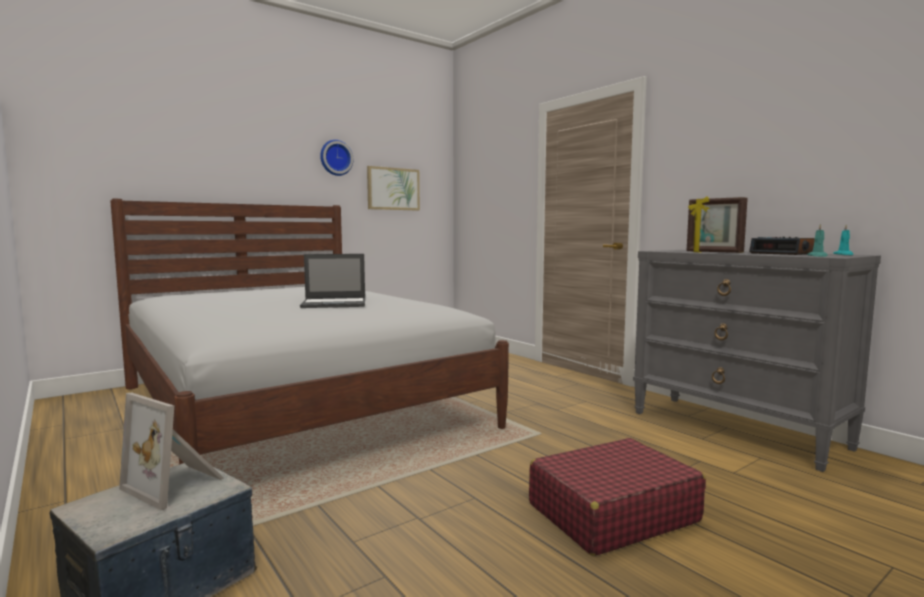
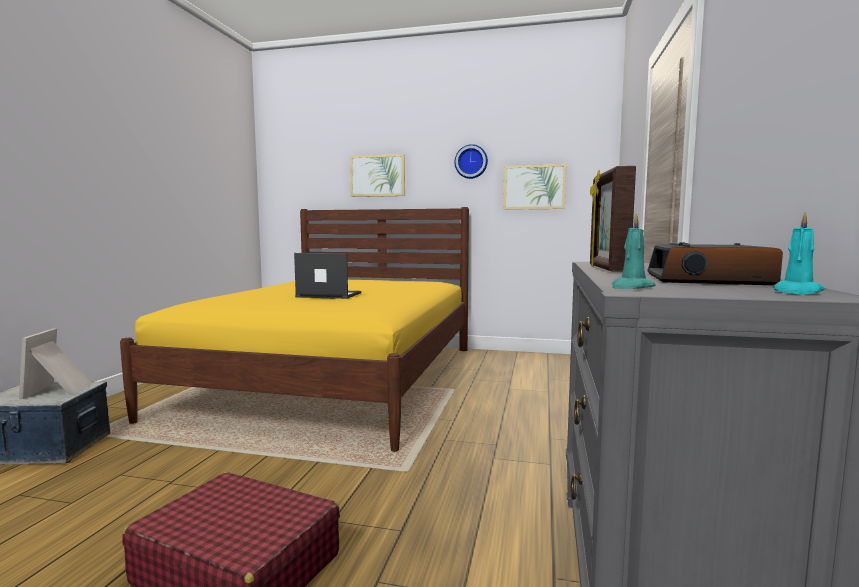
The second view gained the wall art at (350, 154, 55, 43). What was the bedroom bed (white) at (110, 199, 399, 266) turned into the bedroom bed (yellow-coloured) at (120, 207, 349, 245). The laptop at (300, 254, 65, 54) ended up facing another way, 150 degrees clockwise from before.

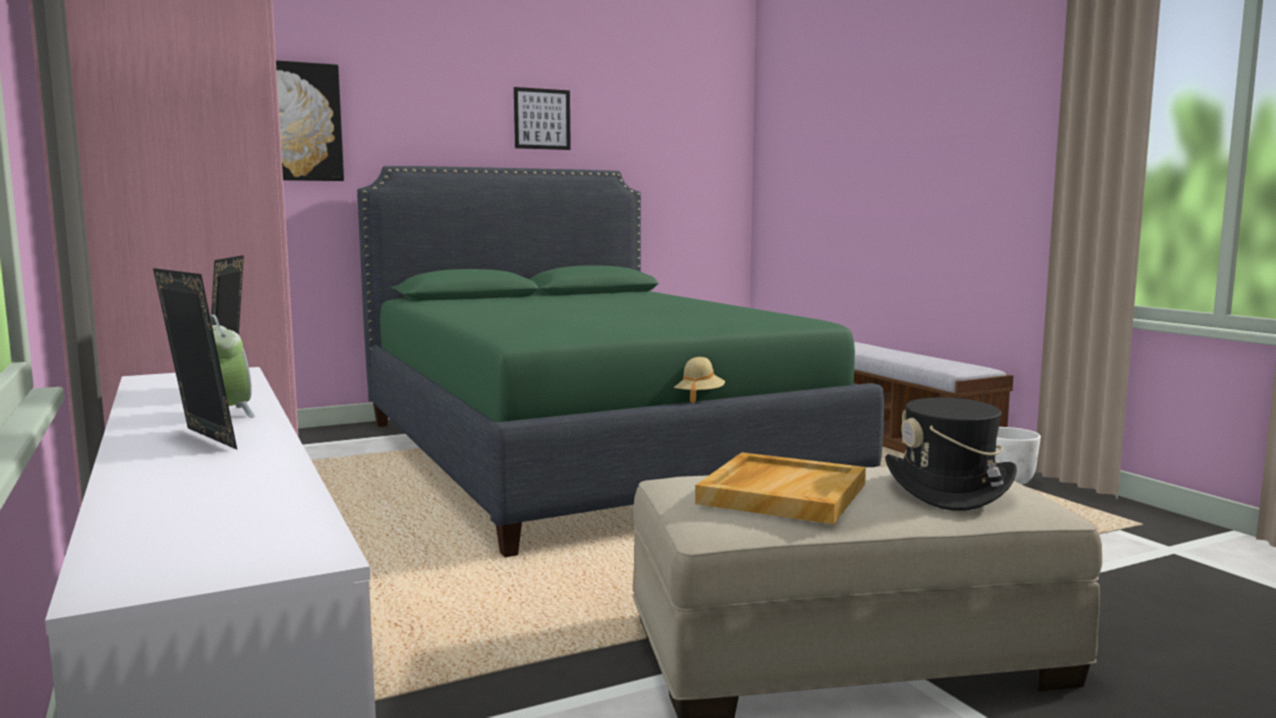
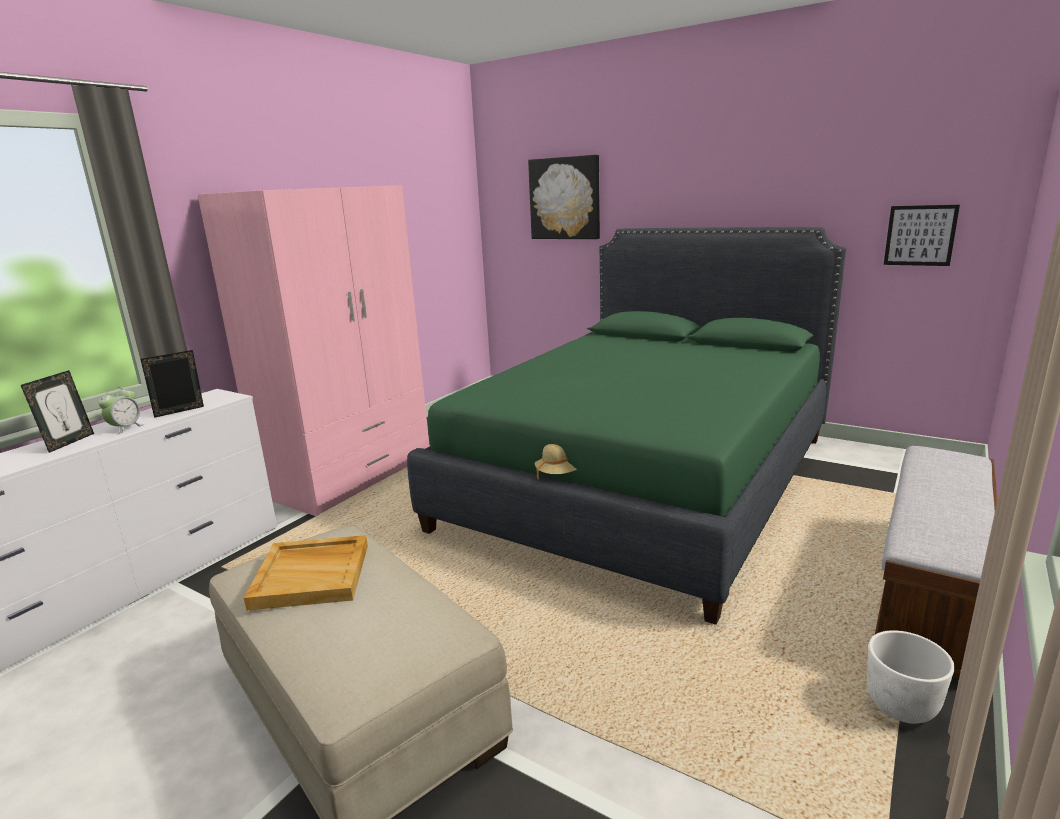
The second view lost the wearable hat (black-coloured) at (885, 398, 132, 113). The wall art ended up elsewhere, having gone from (514, 87, 57, 63) to (884, 205, 76, 61).

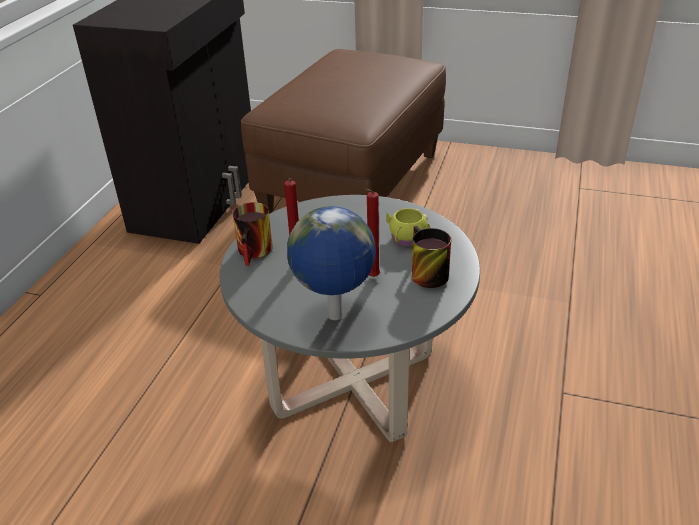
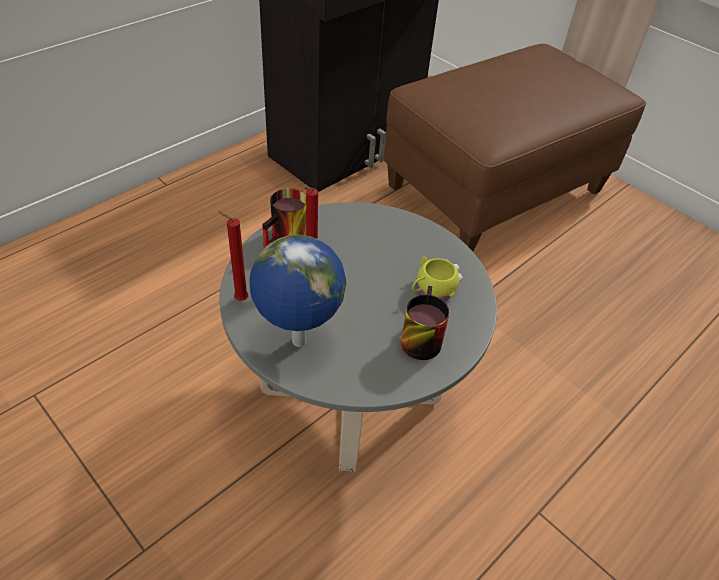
The wax light (red-coloured) ended up elsewhere, having gone from (362, 188, 18, 89) to (218, 211, 30, 90).

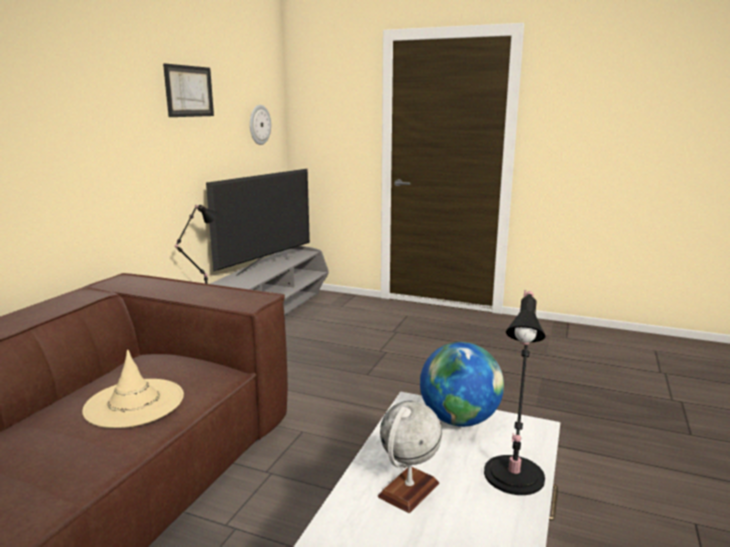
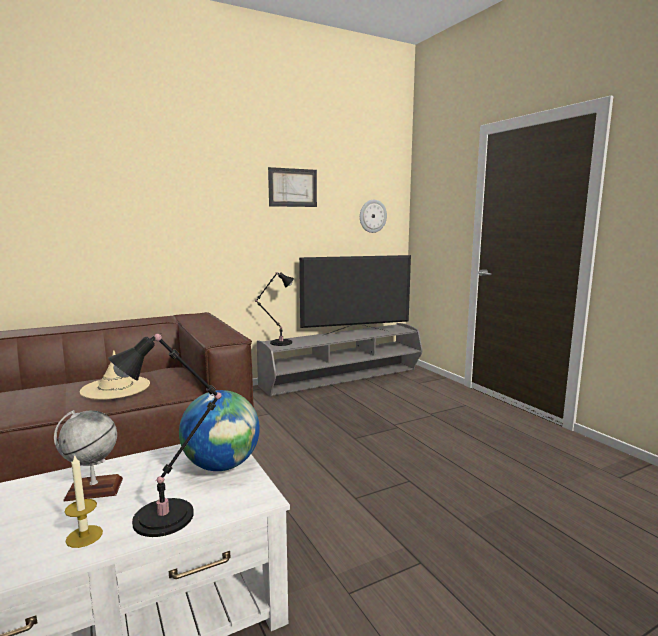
The second view gained the wax light at (65, 454, 38, 94).

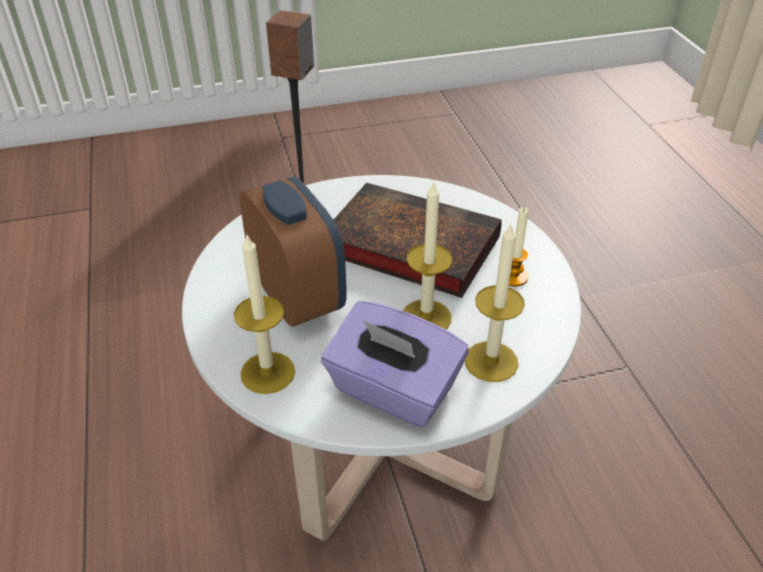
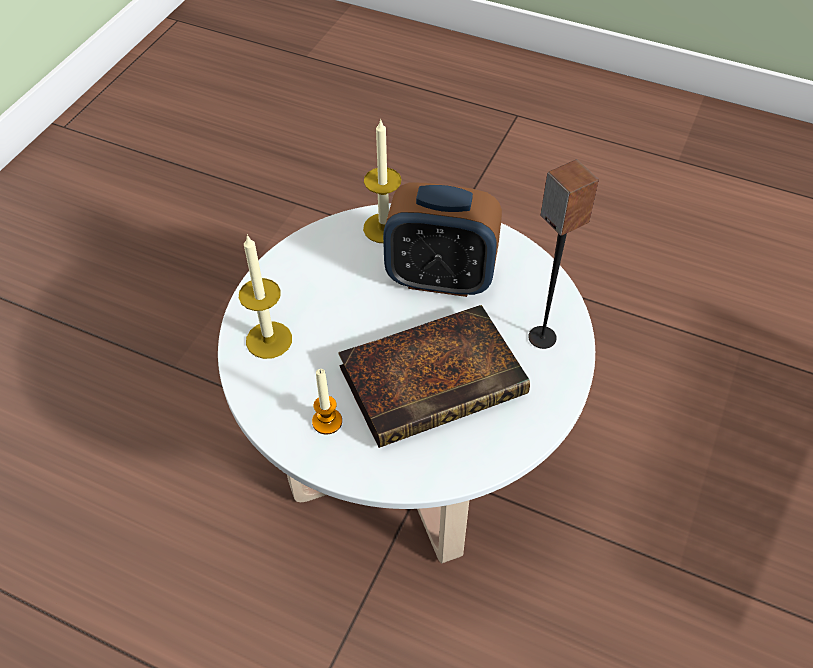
The second view lost the tissue box (purple) at (321, 301, 148, 126). The second view lost the wax light at (403, 182, 49, 148).

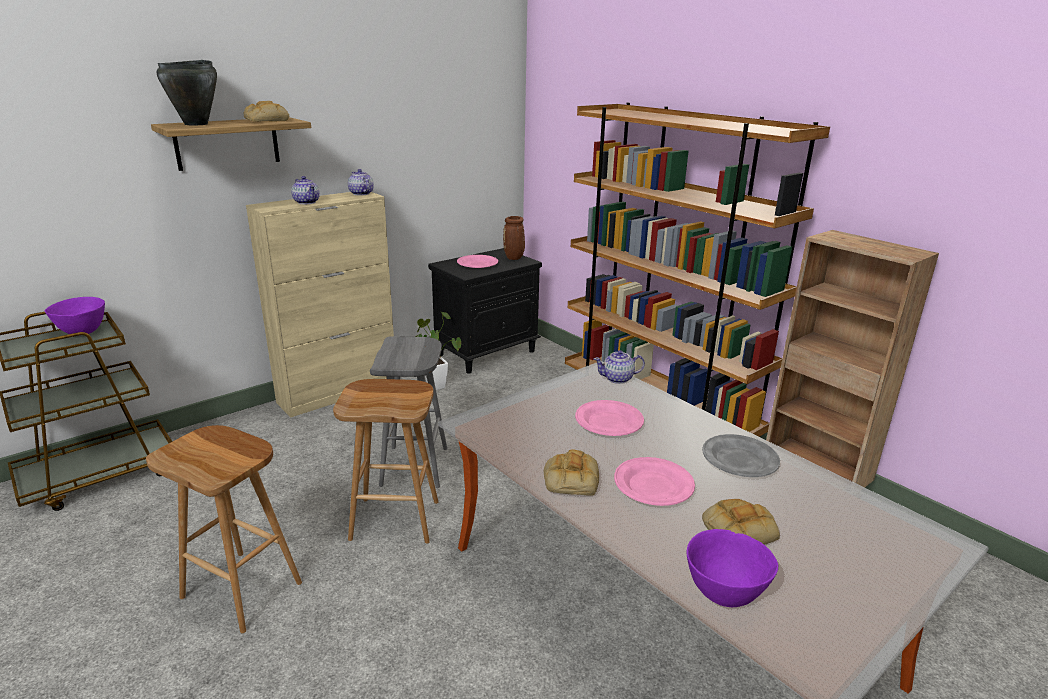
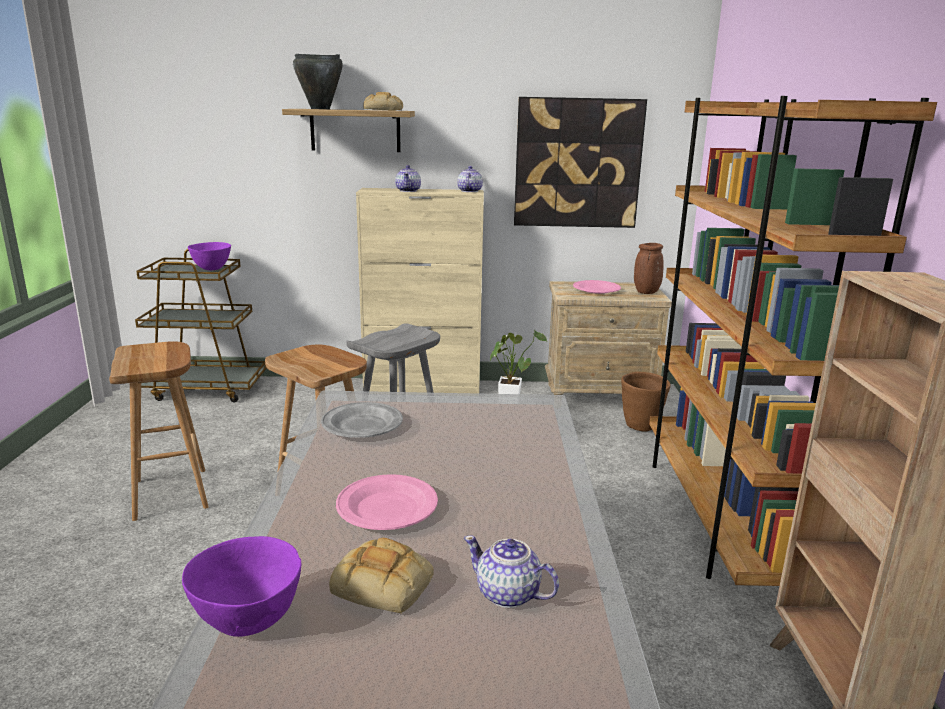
The second view lost the bakery bread at (544, 449, 55, 47). The second view lost the plate (pink-coloured) at (575, 400, 69, 36). The second view gained the wall art at (514, 97, 133, 131). The second view gained the planter (brown-coloured) at (621, 372, 50, 60). The pot for tea ended up elsewhere, having gone from (594, 350, 51, 34) to (464, 536, 95, 72). The plate (gray) ended up elsewhere, having gone from (702, 434, 78, 43) to (321, 402, 82, 36). What was the nightstand (black-coloured) at (428, 248, 114, 126) turned into the nightstand (sand-coloured) at (545, 281, 127, 114).

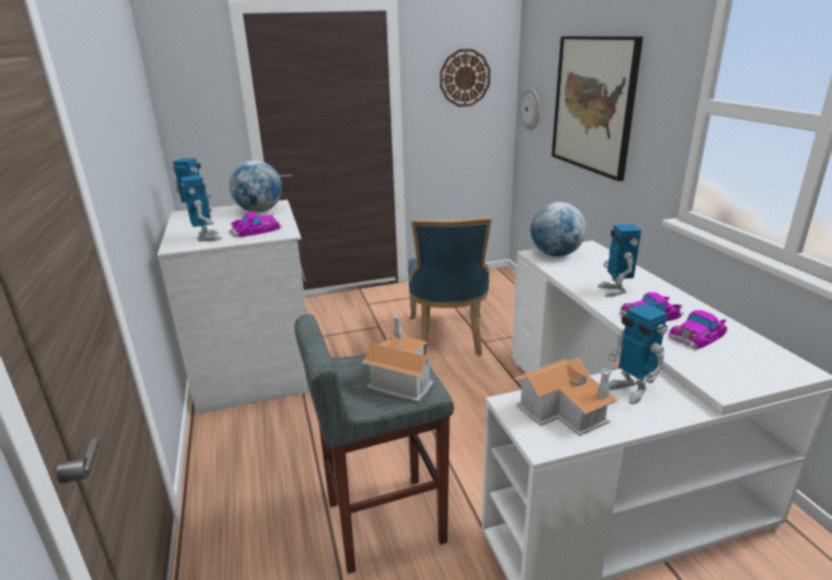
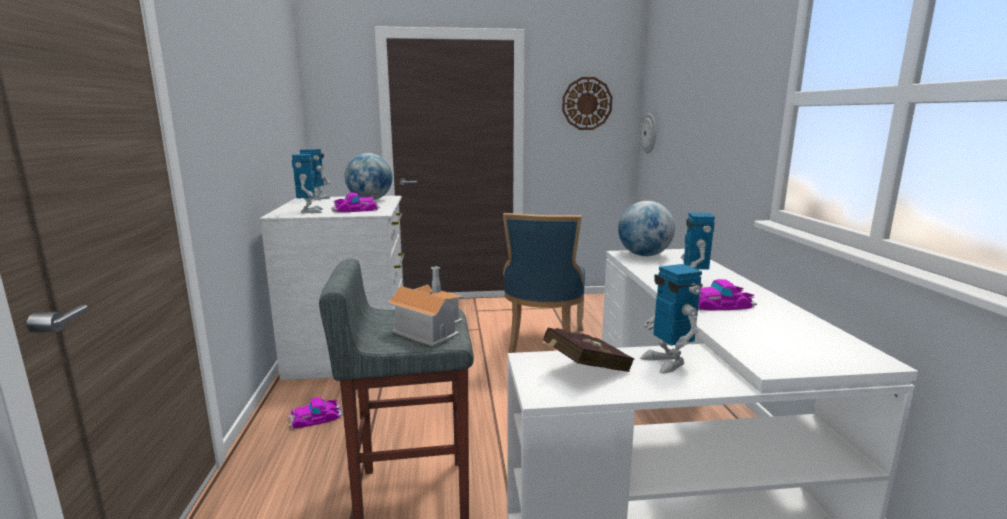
The second view lost the wall art at (552, 36, 91, 145). The toy car ended up elsewhere, having gone from (669, 310, 59, 40) to (288, 397, 55, 32). Where the toy house stood at (514, 358, 103, 78), the book (red-coloured) came to stand at (544, 327, 90, 45).

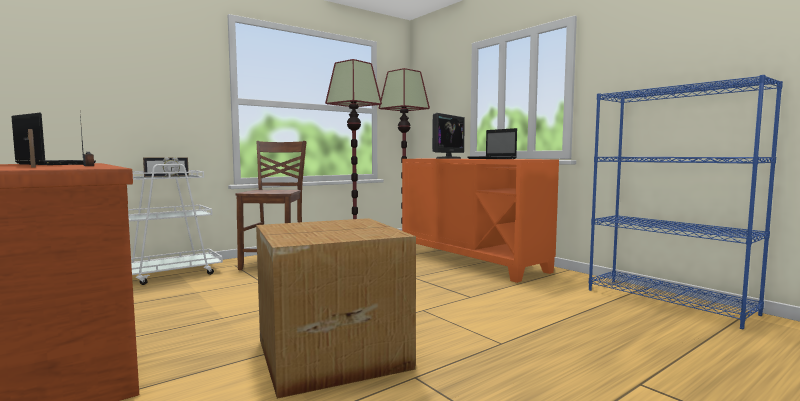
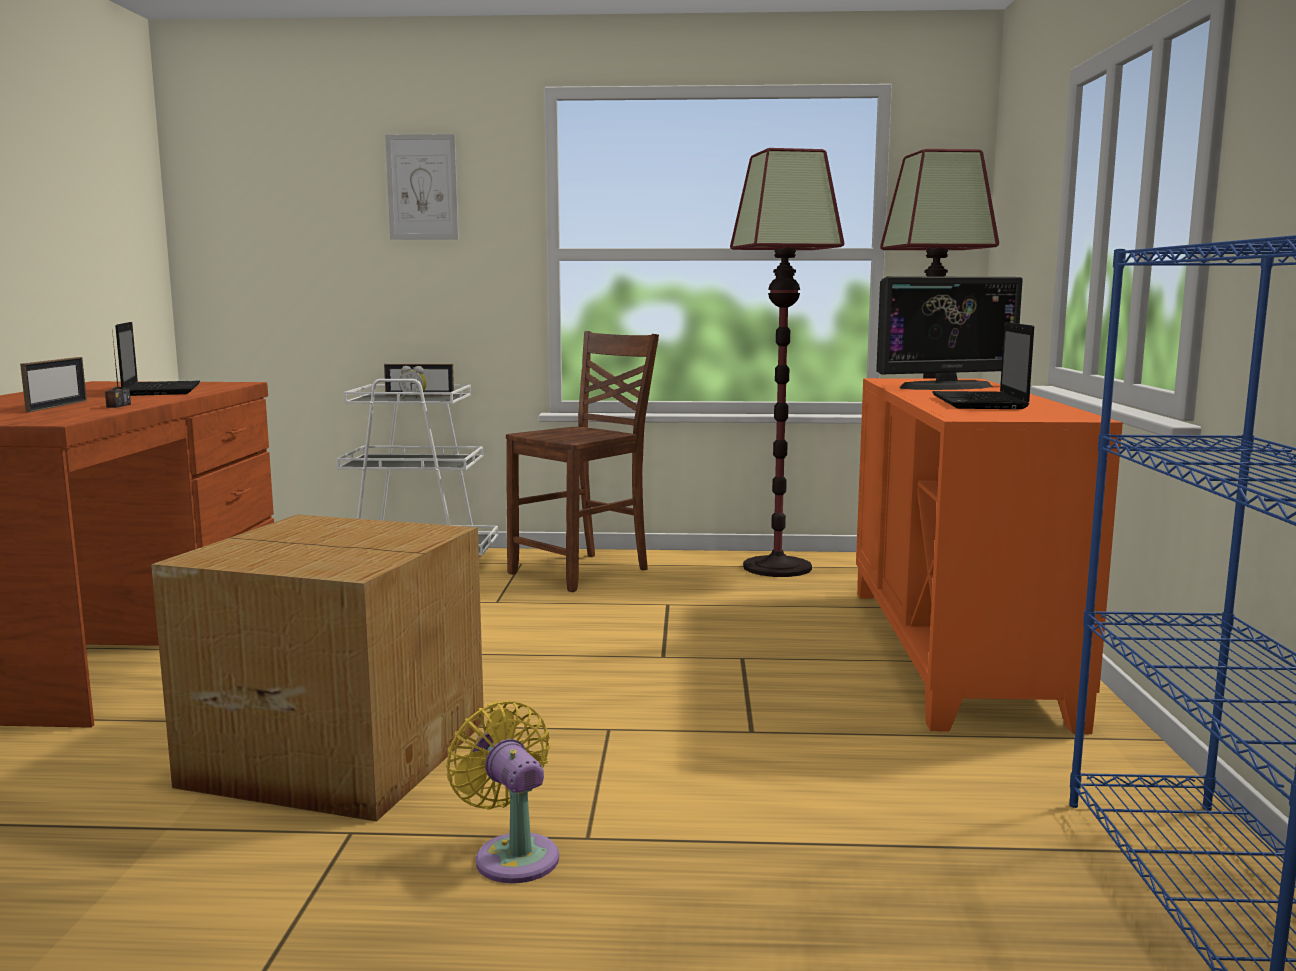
The second view gained the wall art at (385, 134, 74, 106). The second view gained the electric fan (yellow-coloured) at (446, 701, 113, 182).

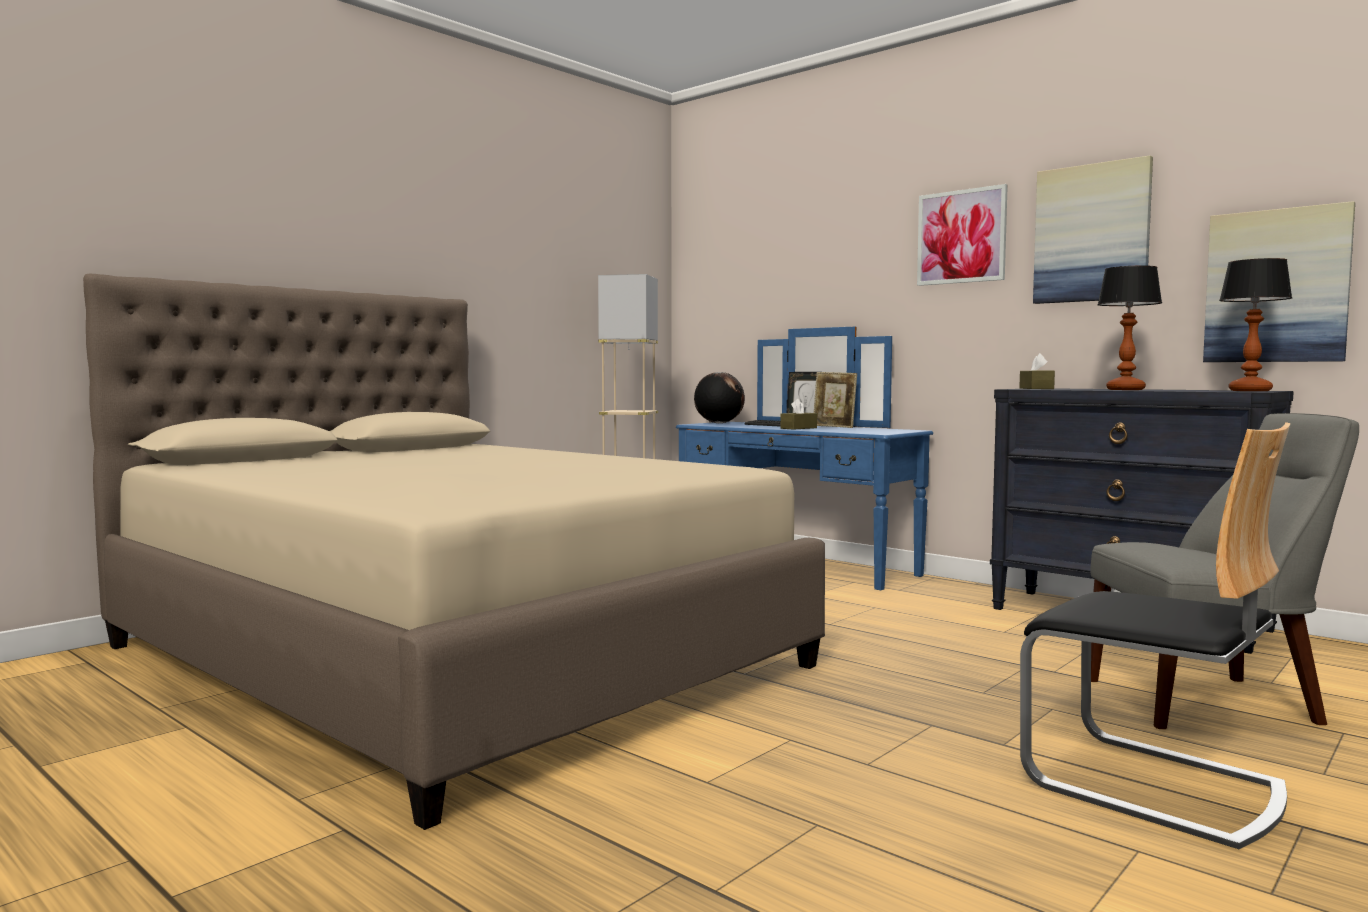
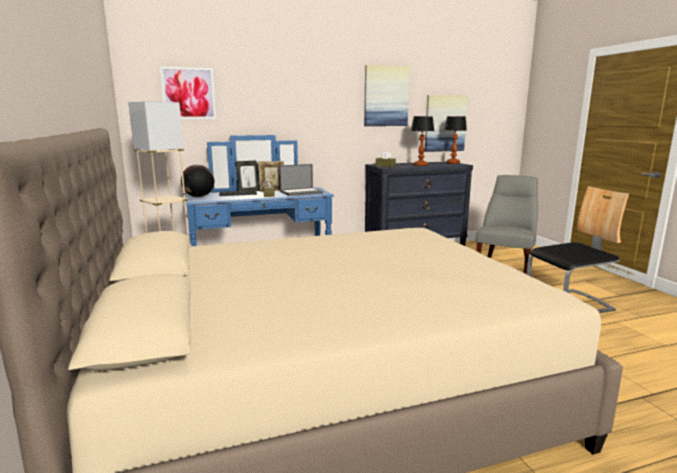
The second view gained the laptop at (279, 164, 44, 32). The wall art ended up elsewhere, having gone from (917, 184, 91, 102) to (160, 67, 56, 52).

